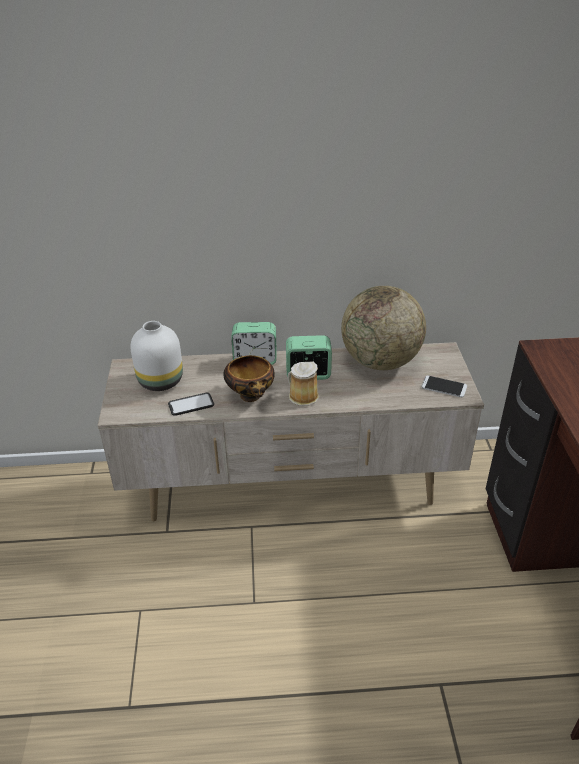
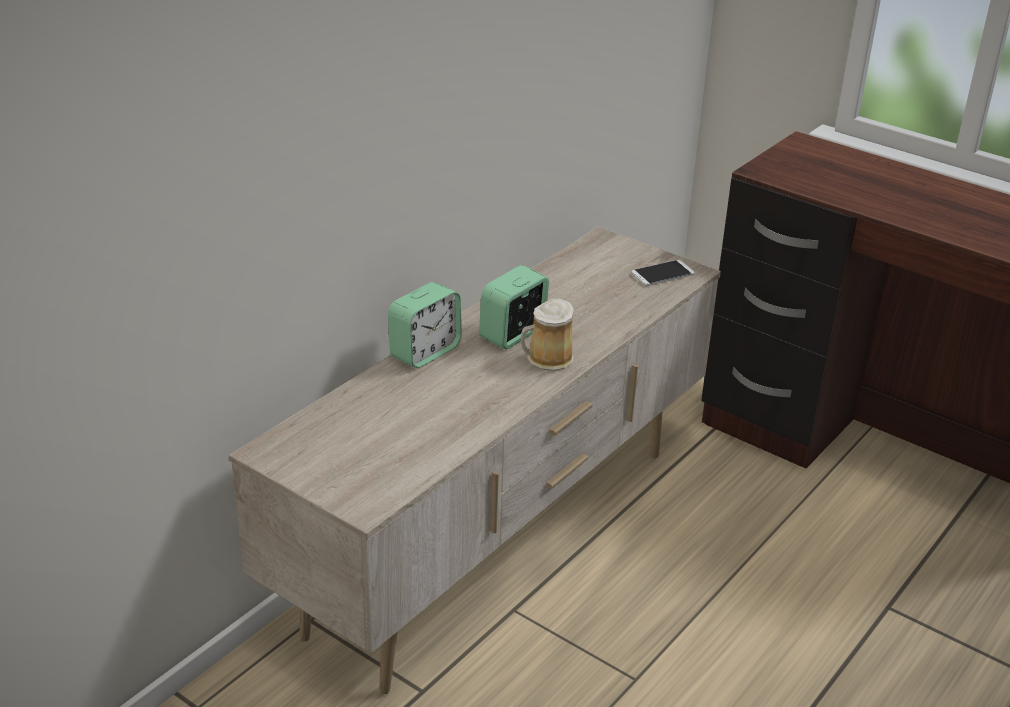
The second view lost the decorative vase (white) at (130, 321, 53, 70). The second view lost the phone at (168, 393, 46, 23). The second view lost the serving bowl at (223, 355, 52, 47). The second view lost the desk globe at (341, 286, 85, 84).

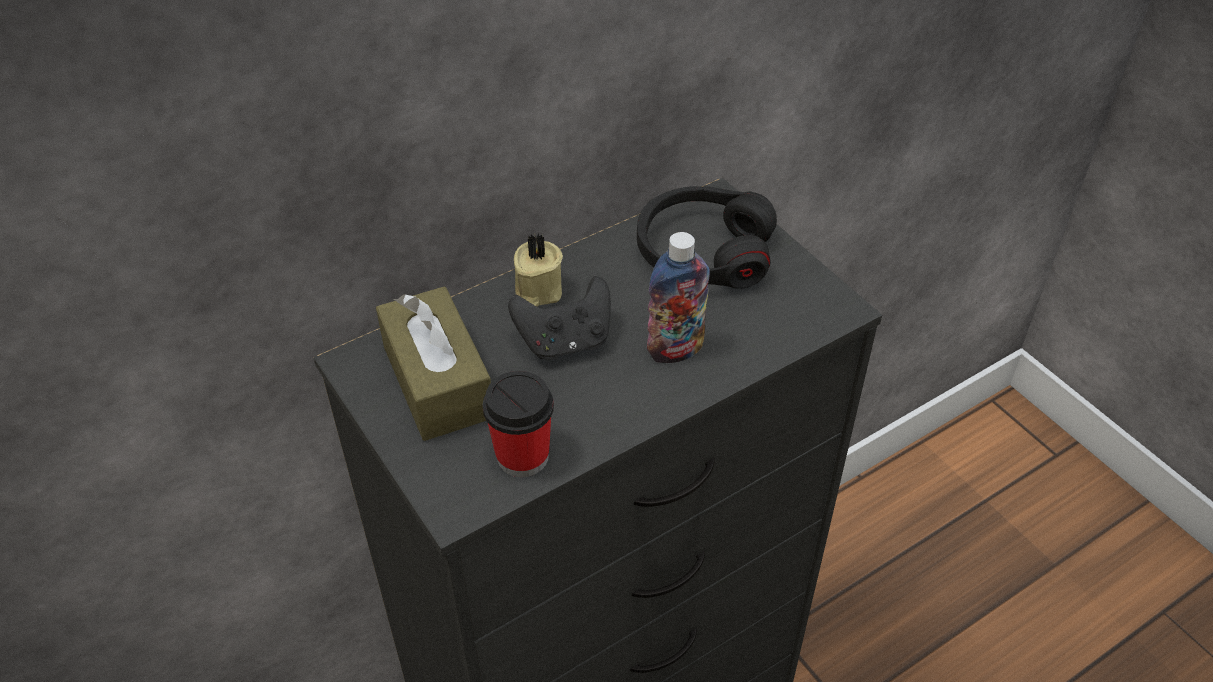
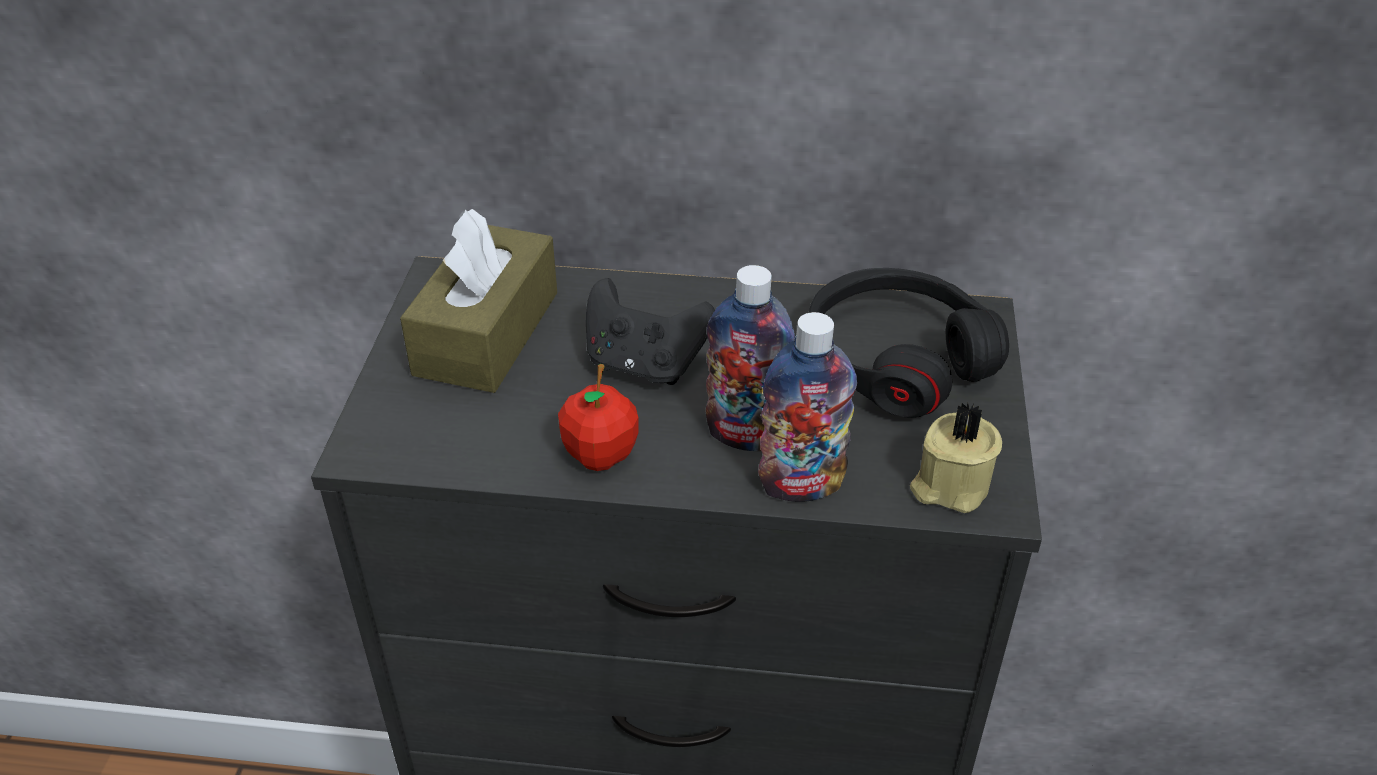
The second view lost the small cup at (483, 371, 71, 106). The second view gained the apple fruit at (558, 364, 80, 107). The second view gained the beverage bottle at (758, 312, 99, 190). The wax light (sand-coloured) ended up elsewhere, having gone from (514, 234, 49, 72) to (910, 403, 92, 110).

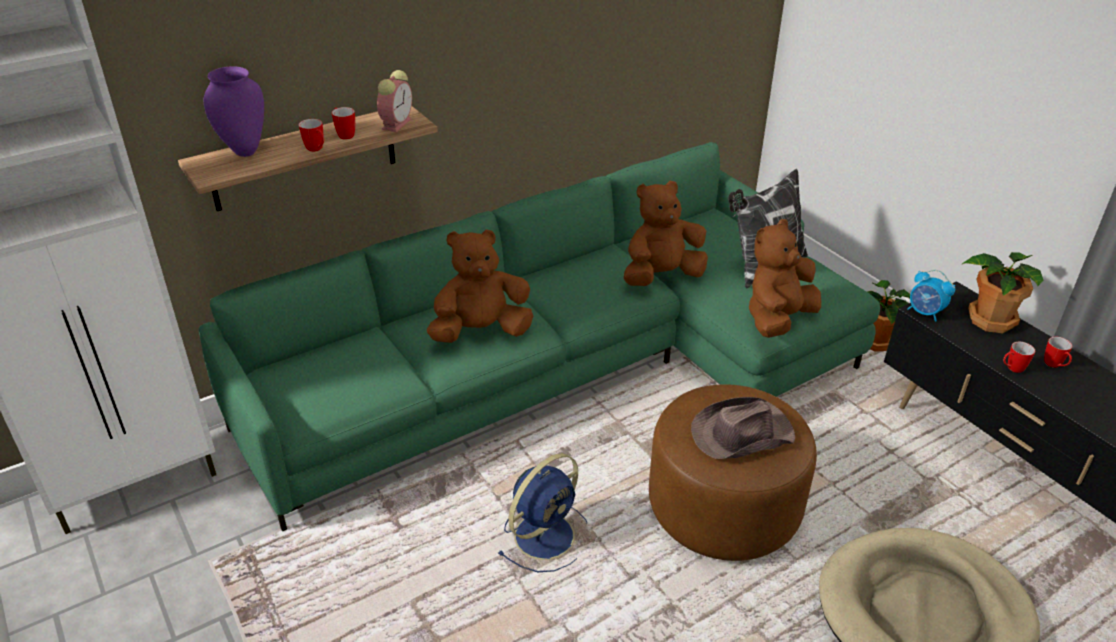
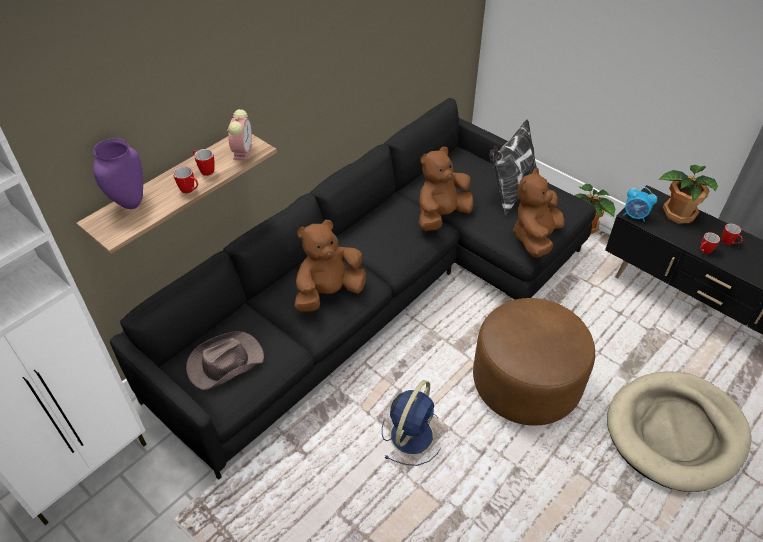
The wearable hat (brown-coloured) ended up elsewhere, having gone from (691, 397, 104, 62) to (186, 331, 78, 59). What was the settee (green-coloured) at (198, 142, 682, 390) turned into the settee (black-coloured) at (110, 98, 486, 382).

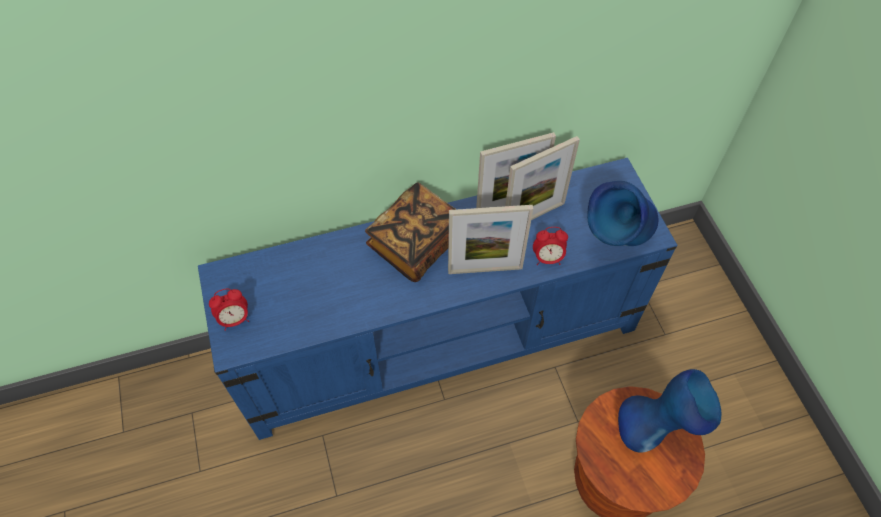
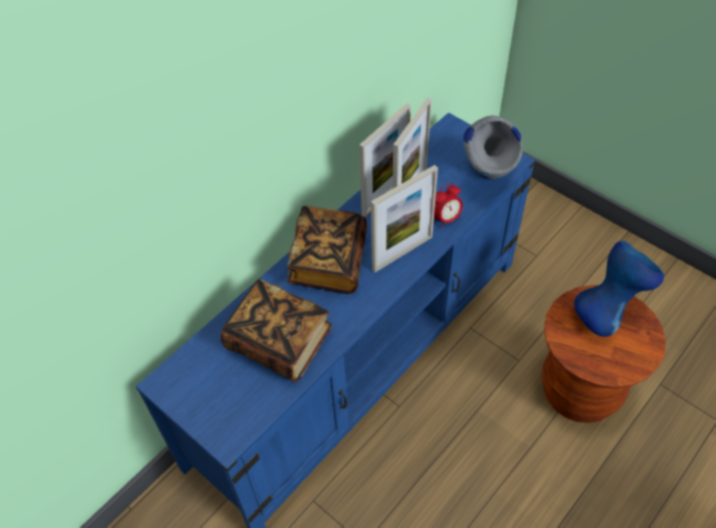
The second view lost the alarm clock at (209, 288, 40, 43). The second view gained the book at (221, 279, 111, 103). What was the decorative vase (blue-coloured) at (587, 181, 71, 65) turned into the decorative vase (gray) at (463, 116, 60, 63).

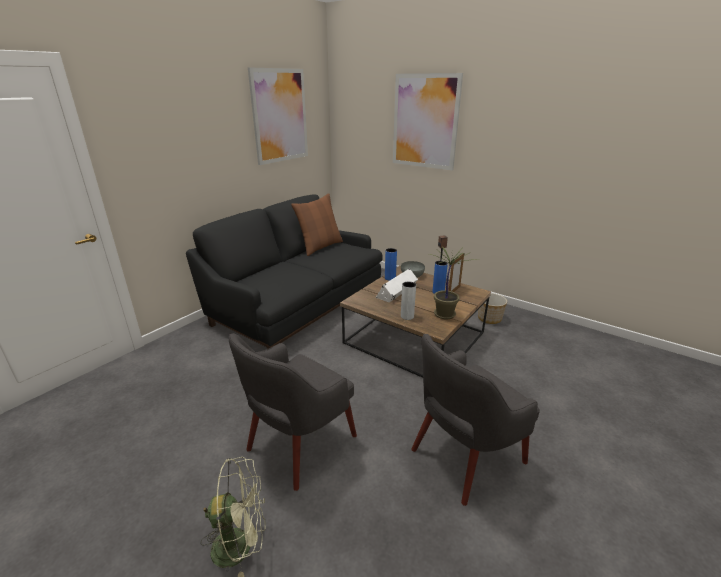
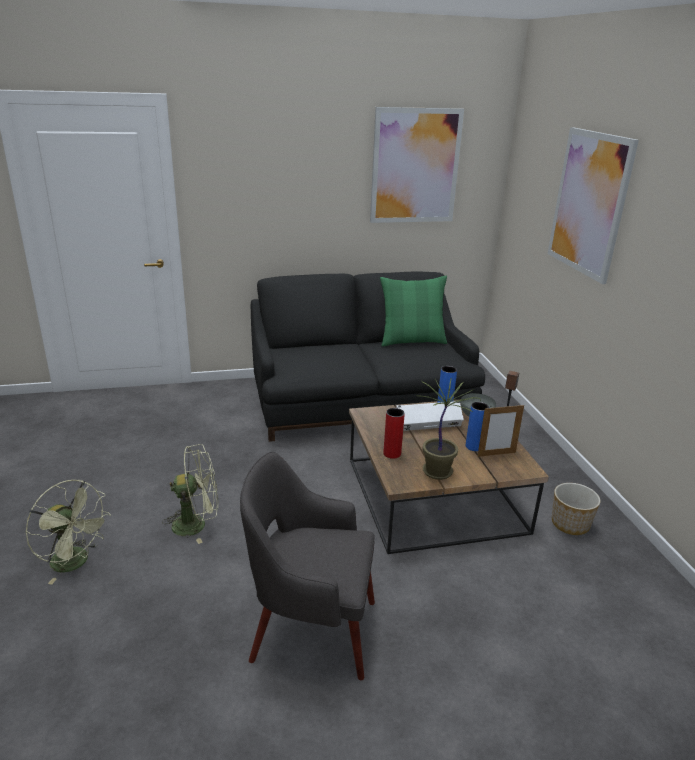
Where the armchair (gray) stood at (229, 333, 128, 158), the electric fan (green-coloured) came to stand at (162, 444, 56, 100). What was the cushion (brown-coloured) at (291, 193, 52, 63) turned into the cushion (green-coloured) at (380, 276, 67, 71). What was the decorative vase (gray) at (401, 281, 15, 39) turned into the decorative vase (red-coloured) at (383, 408, 22, 51).

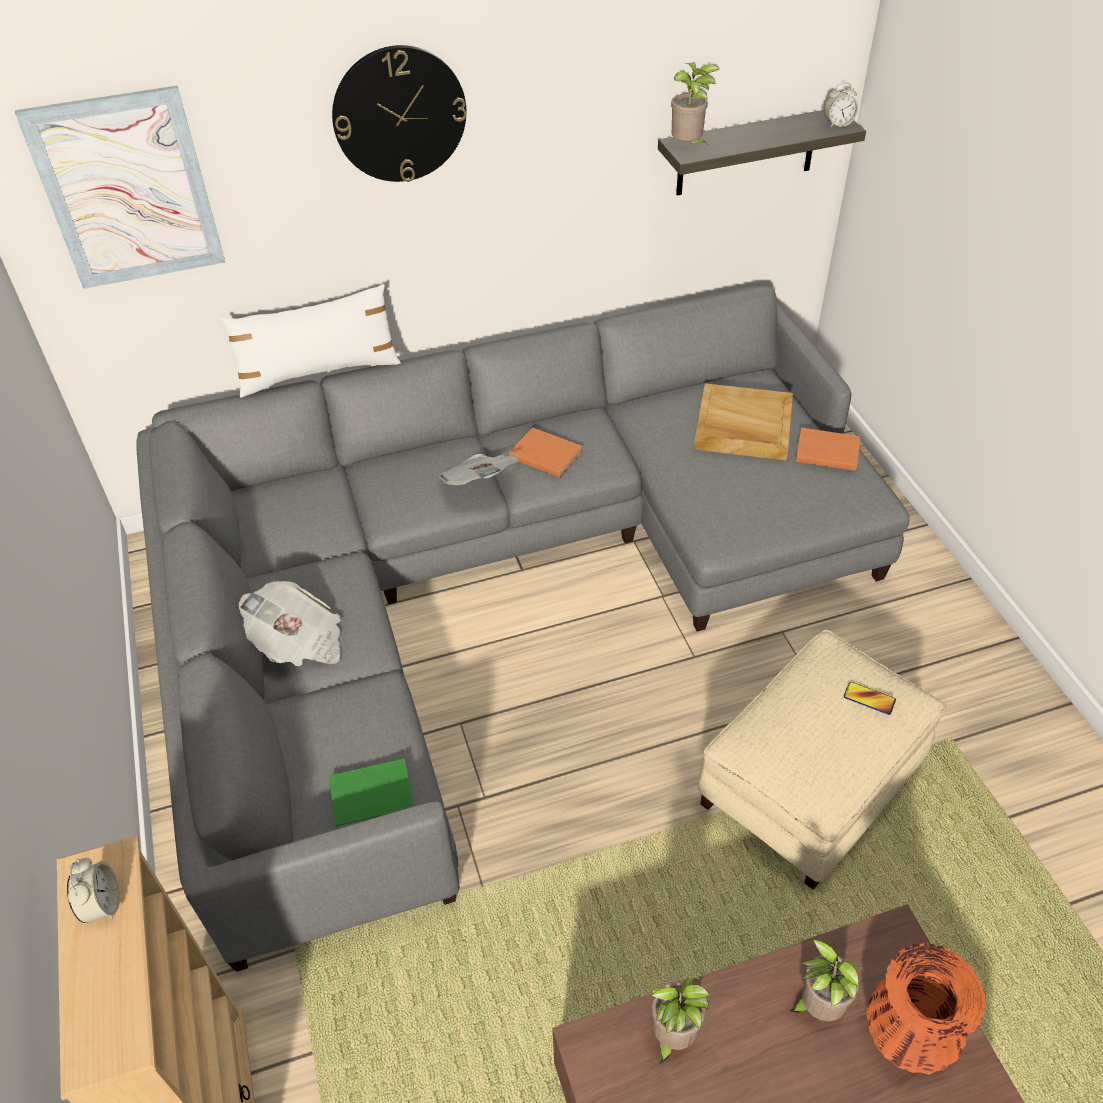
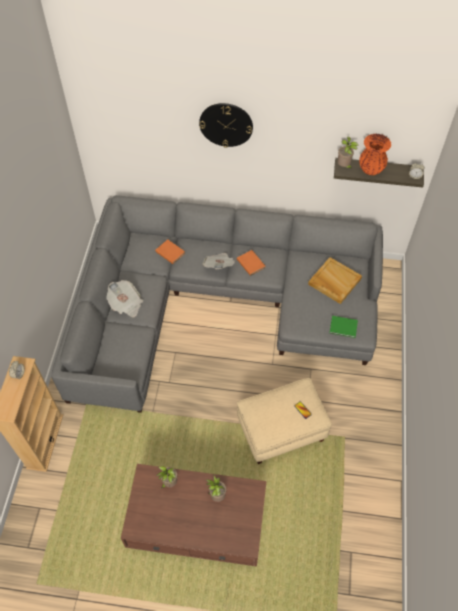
The second view lost the wall art at (15, 86, 210, 203). The second view lost the cushion (white) at (221, 284, 180, 114). The book (green-coloured) ended up elsewhere, having gone from (329, 759, 85, 70) to (330, 316, 28, 22). The book (orange-coloured) ended up elsewhere, having gone from (796, 428, 64, 43) to (155, 239, 30, 25). The decorative vase (orange-coloured) ended up elsewhere, having gone from (866, 943, 120, 132) to (359, 134, 32, 41).

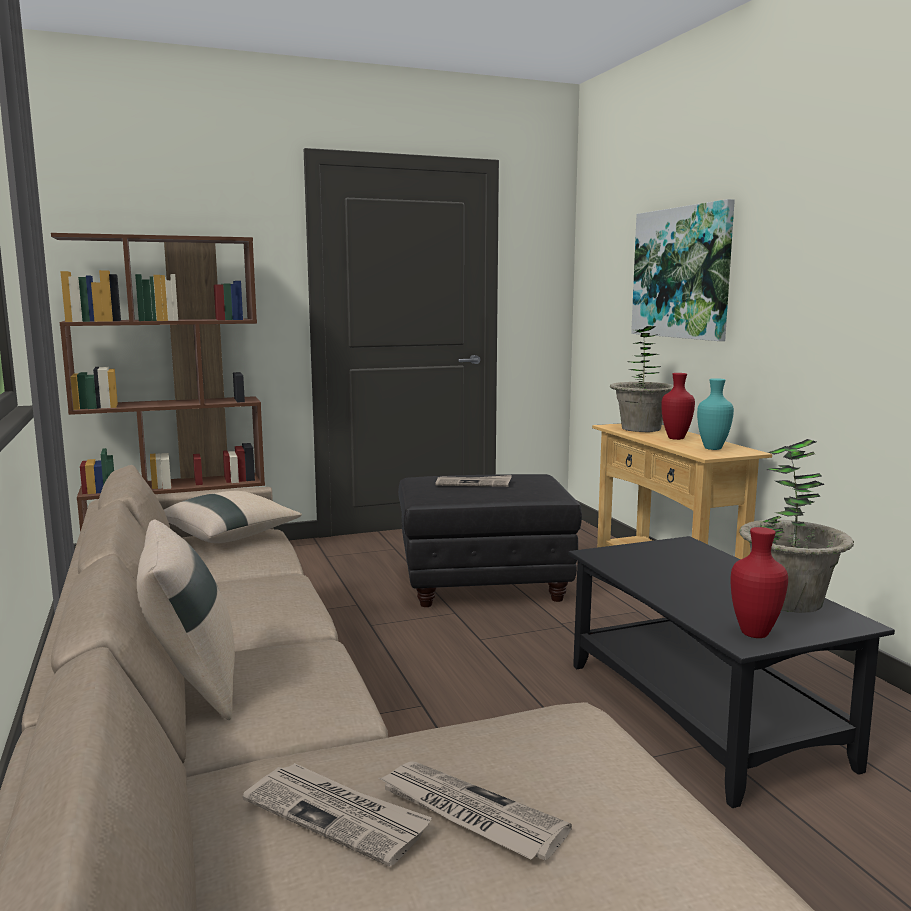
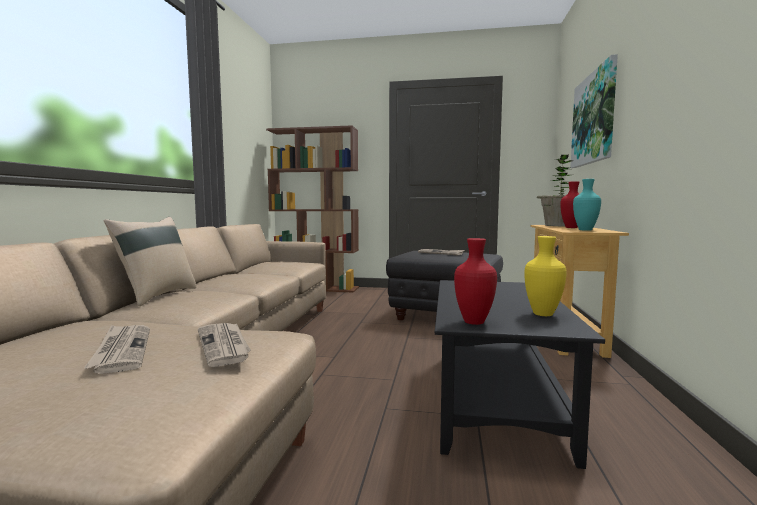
The second view lost the cushion (sand-coloured) at (164, 491, 138, 52). The daily paper ended up elsewhere, having gone from (243, 763, 189, 104) to (198, 323, 53, 44). Where the plant in a pot stood at (739, 439, 115, 174), the decorative vase (yellow-coloured) came to stand at (524, 236, 43, 80).

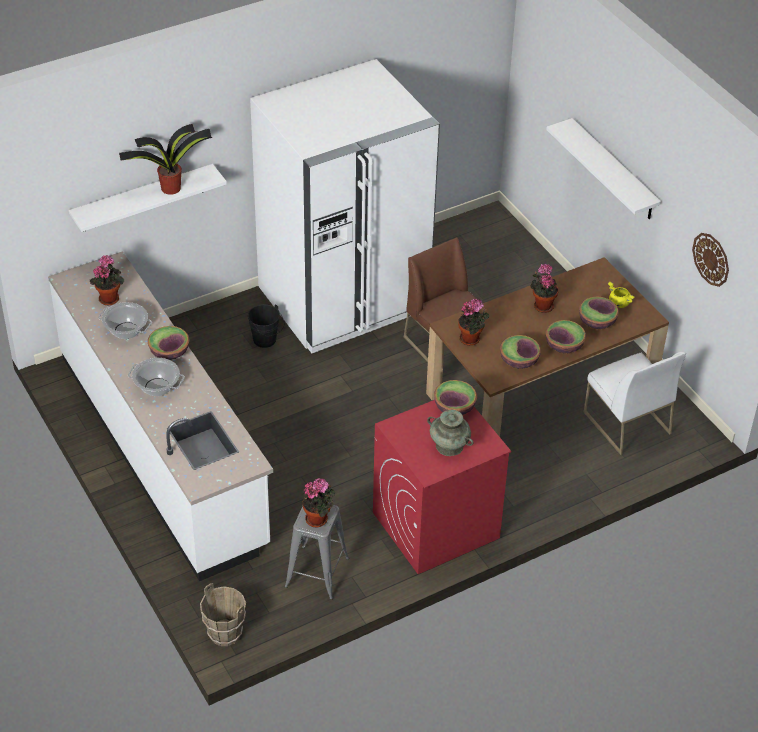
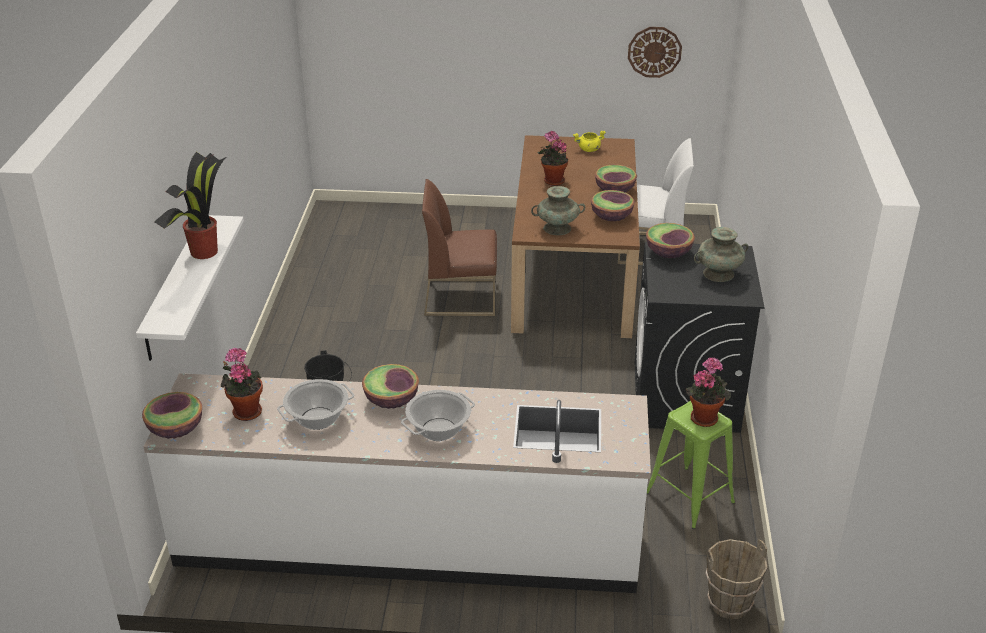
The second view lost the fridge (white) at (250, 59, 190, 294). The second view lost the bracket shelf (white) at (546, 118, 115, 101). The serving bowl ended up elsewhere, having gone from (579, 296, 40, 33) to (142, 392, 60, 47). Where the plant in a pot stood at (458, 299, 31, 47), the decorative vase (turquoise-coloured) came to stand at (531, 186, 54, 49). What was the stool seat (gray) at (284, 505, 65, 95) turned into the stool seat (green-coloured) at (647, 401, 88, 128). What was the laundry appliance (red-coloured) at (373, 400, 138, 174) turned into the laundry appliance (black-coloured) at (634, 242, 130, 191).

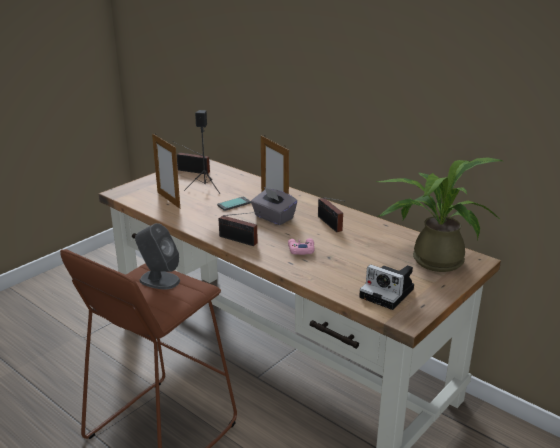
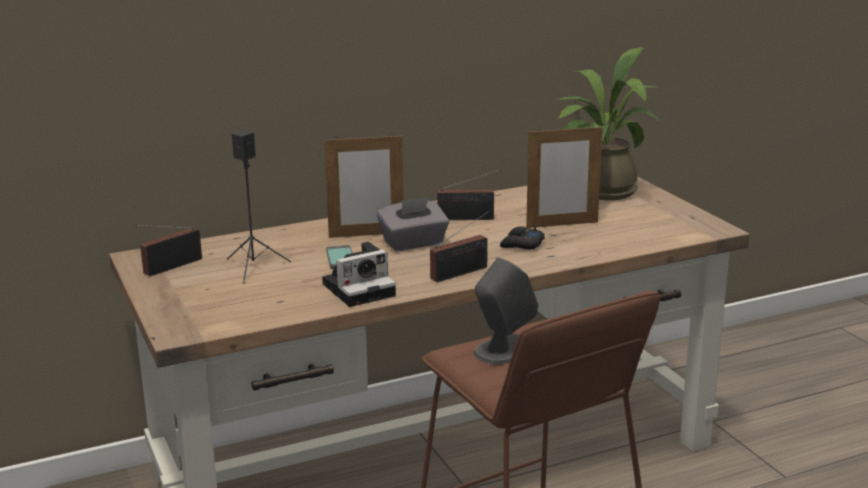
The photo frame ended up elsewhere, having gone from (152, 133, 28, 76) to (526, 124, 77, 104). The still camera ended up elsewhere, having gone from (359, 264, 55, 46) to (322, 242, 74, 65). What was the game controller (pink-coloured) at (288, 238, 26, 17) turned into the game controller (black-coloured) at (500, 225, 45, 25).

